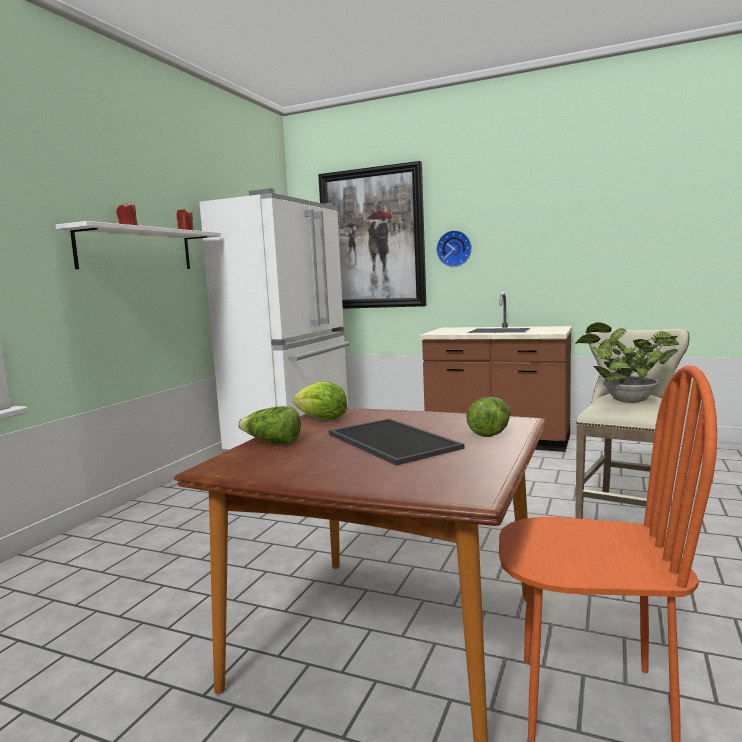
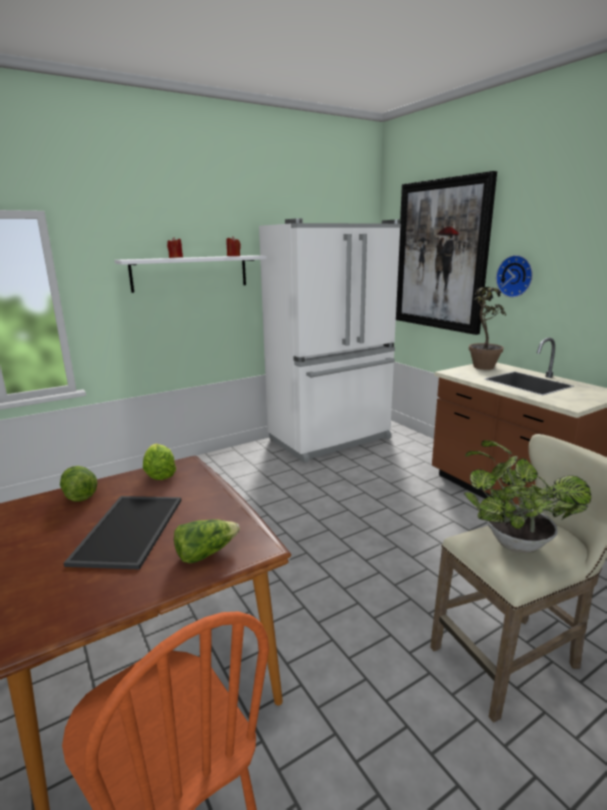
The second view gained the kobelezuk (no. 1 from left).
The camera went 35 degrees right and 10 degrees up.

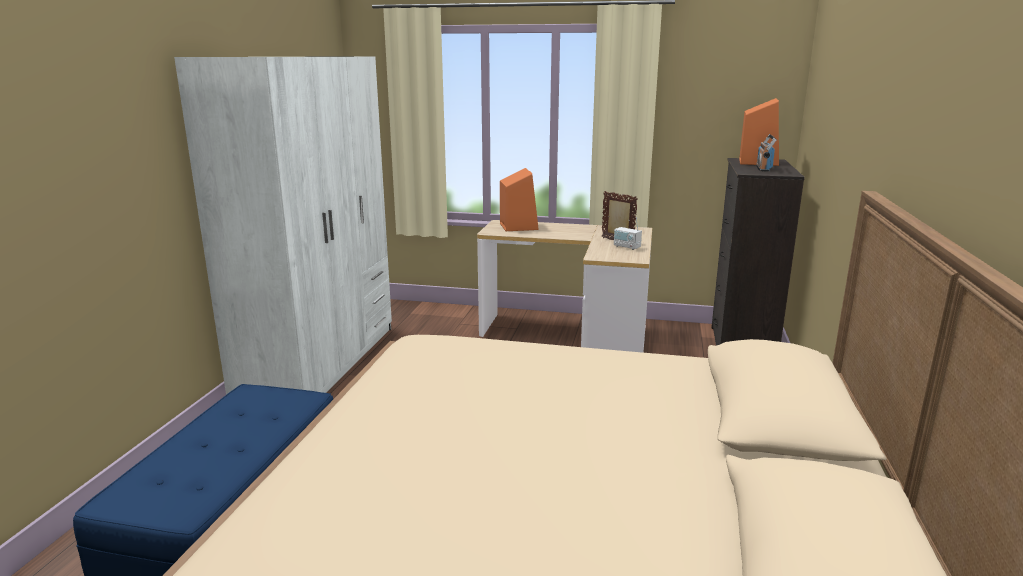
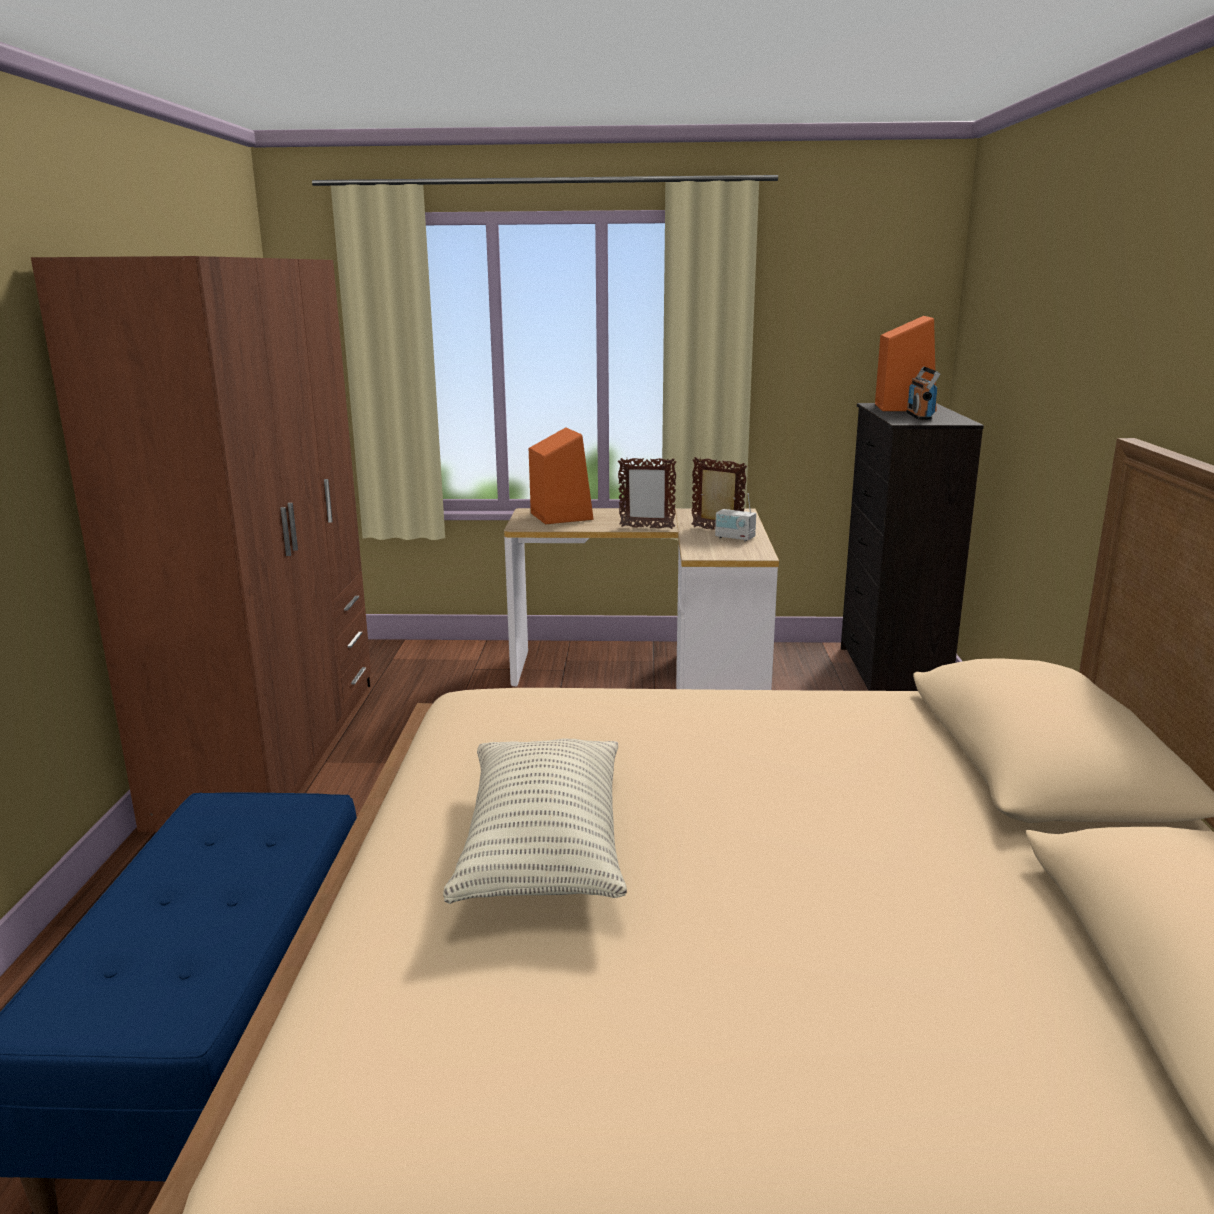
What was the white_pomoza turned into the brown_pomoza.
The second view gained the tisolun.
The second view gained the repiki (no. 1 from left).
The camera went 10 degrees left and 0 degrees up.

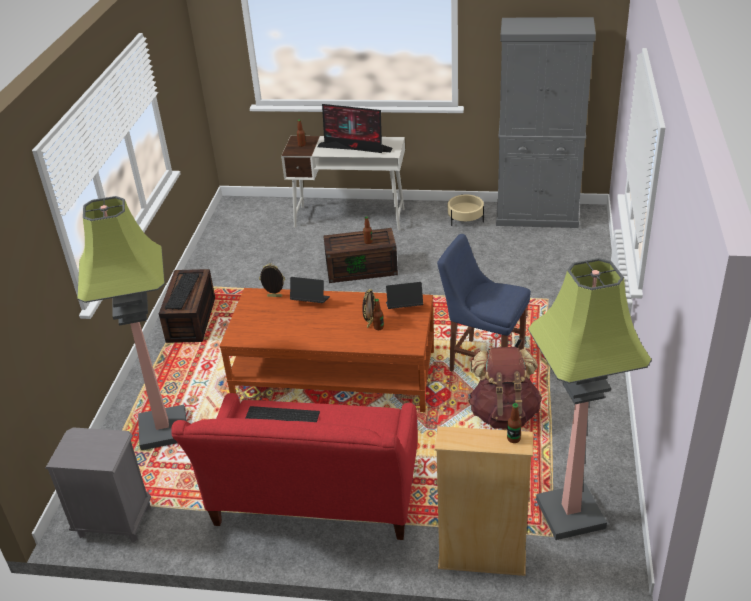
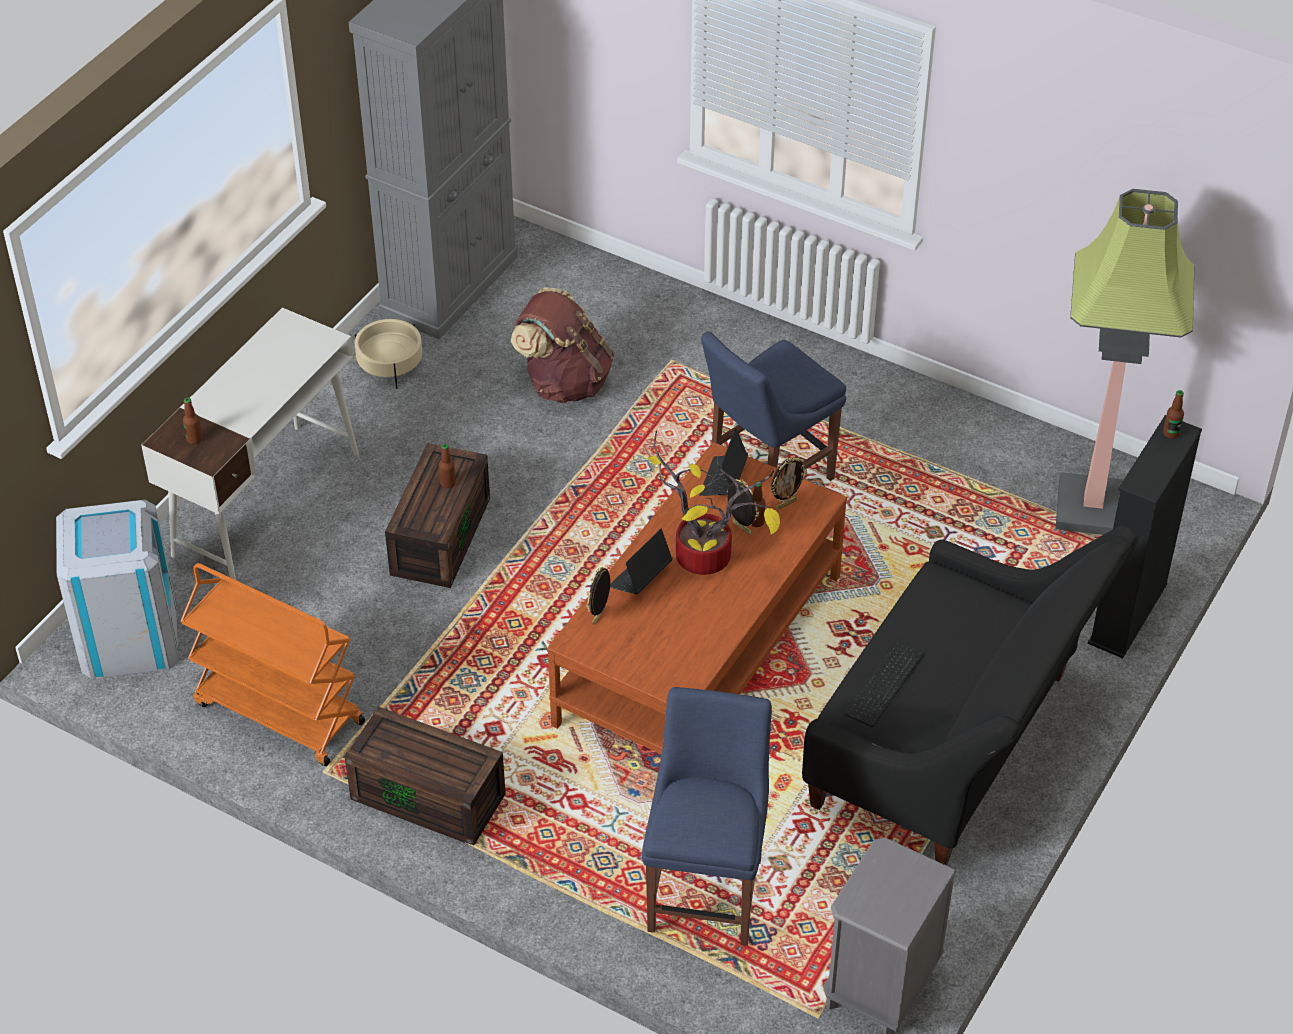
The second view gained the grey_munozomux.
The second view gained the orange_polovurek.
The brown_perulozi ended up elsewhere.
Where the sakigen (no. 1 from left) stood, the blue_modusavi (no. 1 from left) came to stand.
The second view gained the kobelezuk.
The second view gained the repiki (no. 3 from left).
What was the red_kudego turned into the black_kudego.
What was the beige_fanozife turned into the black_fanozife.
The second view lost the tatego (no. 1 from left).
The second view lost the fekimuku.
The camera went 70 degrees left and 10 degrees up.

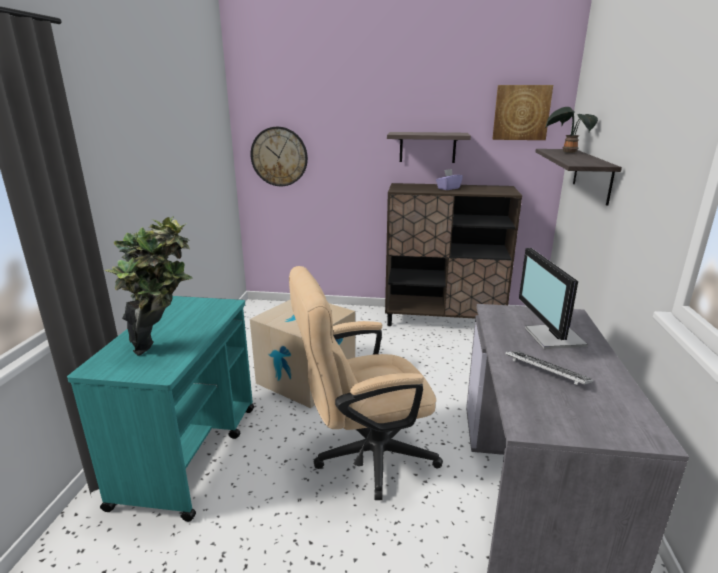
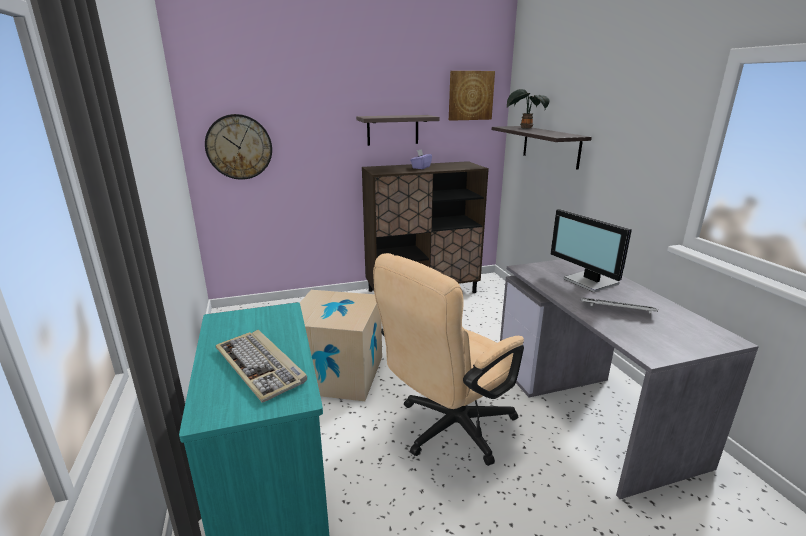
Where the kobelezuk (no. 1 from left) stood, the tatego (no. 1 from left) came to stand.
The camera went 25 degrees left and 0 degrees up.

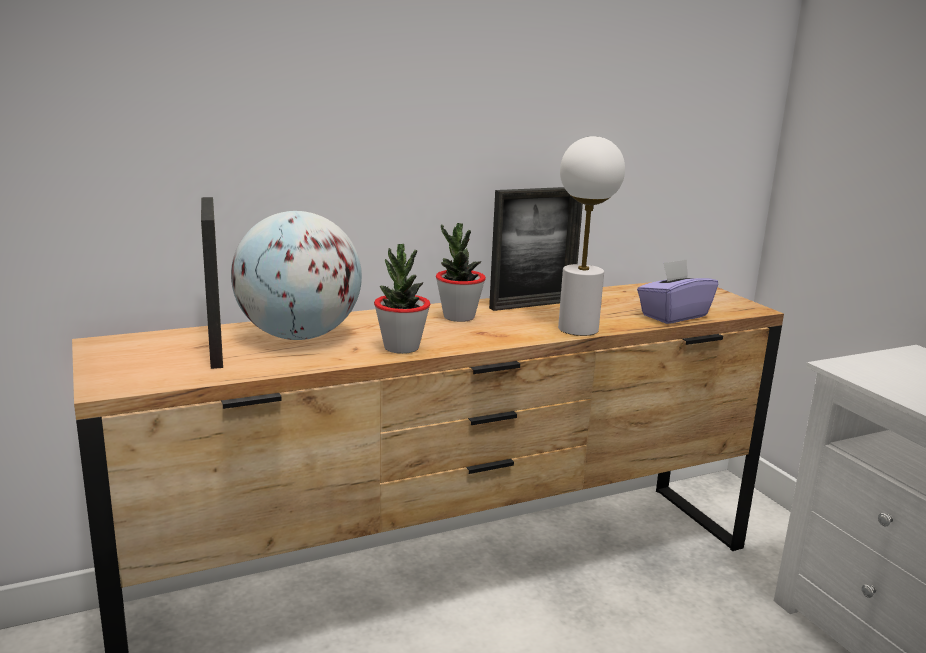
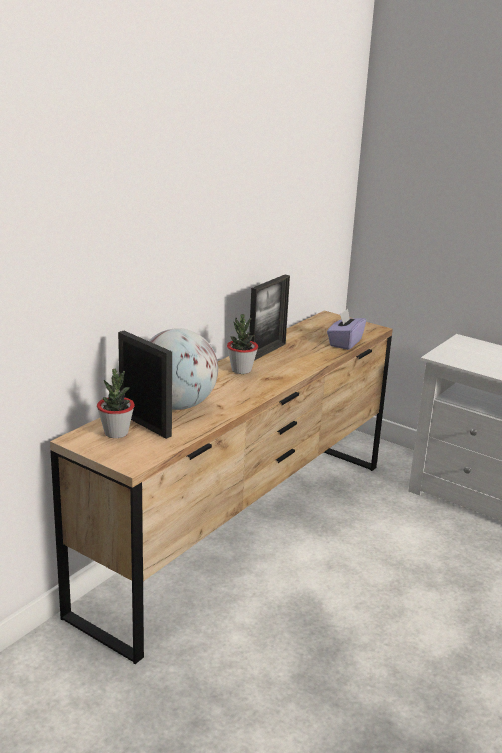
The kobelezuk (no. 1 from left) ended up elsewhere.
The second view lost the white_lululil.
The camera went 30 degrees left and 5 degrees up.

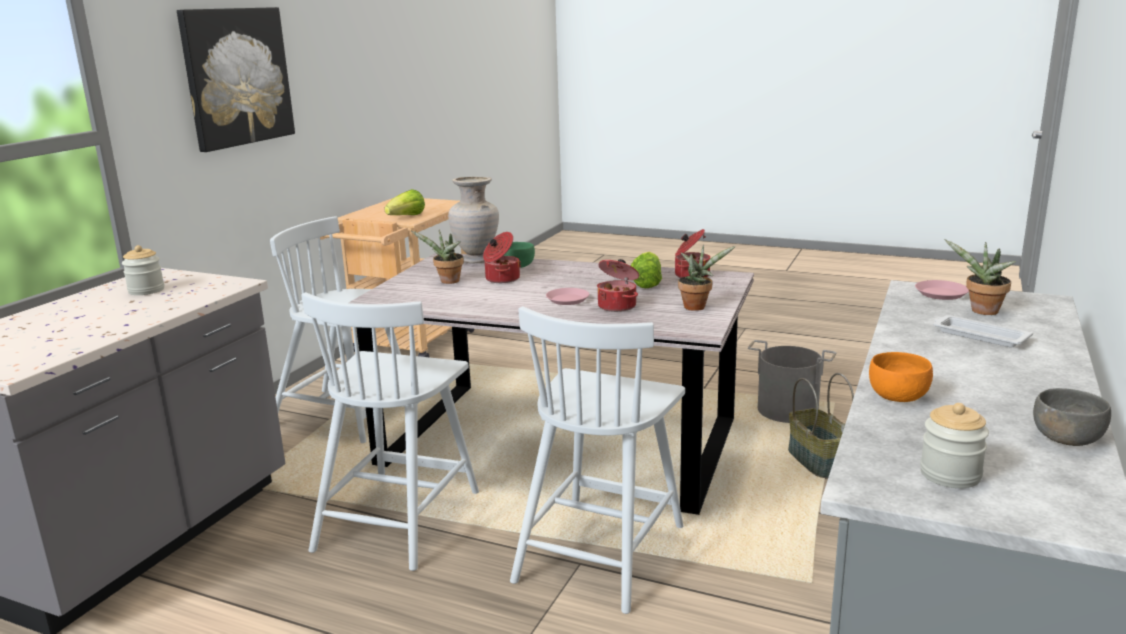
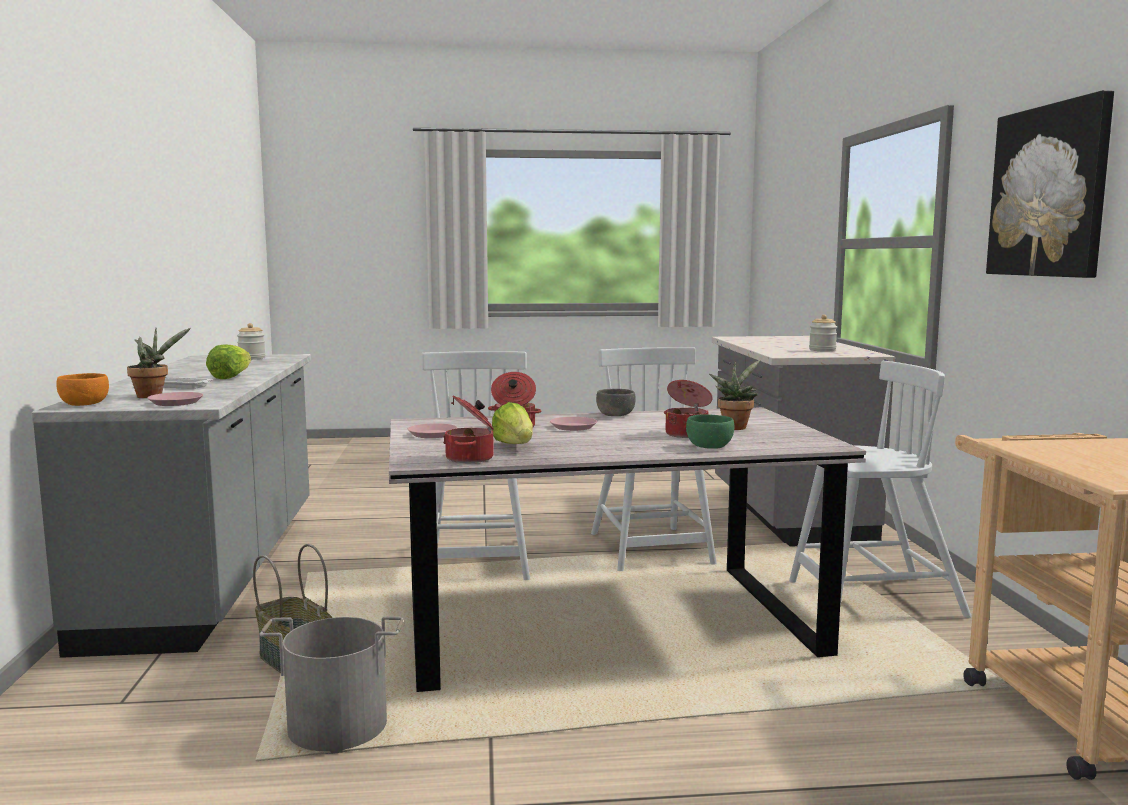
The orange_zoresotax ended up elsewhere.
The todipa (no. 1 from left) ended up elsewhere.
Where the kobelezuk (no. 2 from left) stood, the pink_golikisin (no. 2 from left) came to stand.
The grey_zoresotax ended up elsewhere.
The second view lost the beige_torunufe.
The camera went 150 degrees right and 10 degrees down.

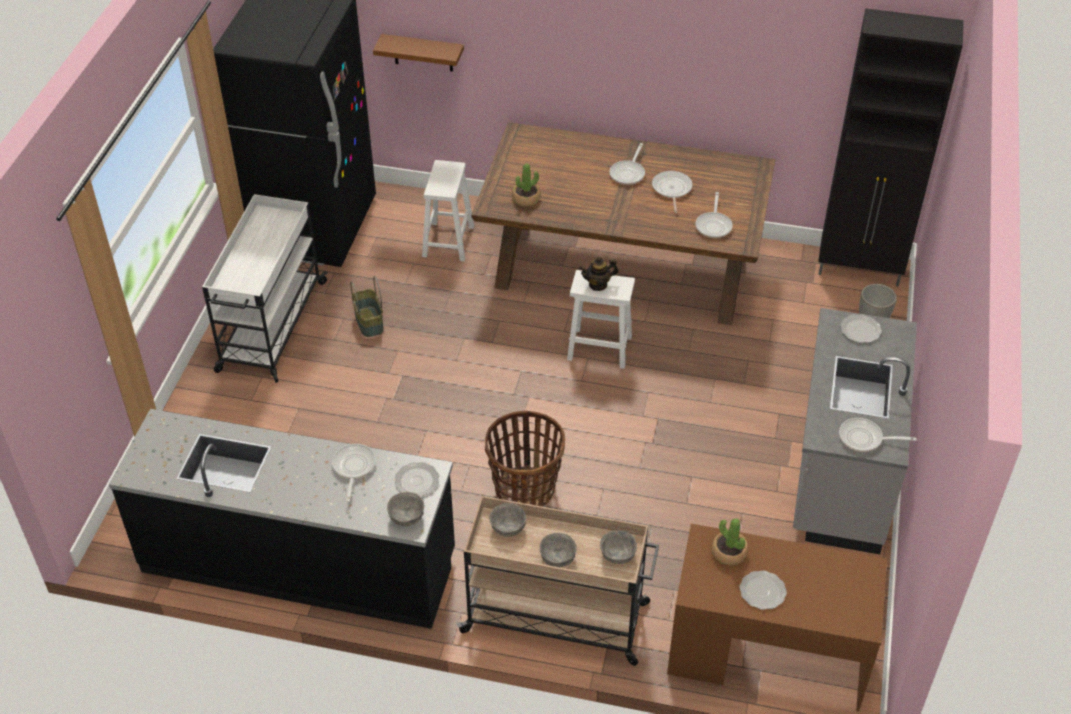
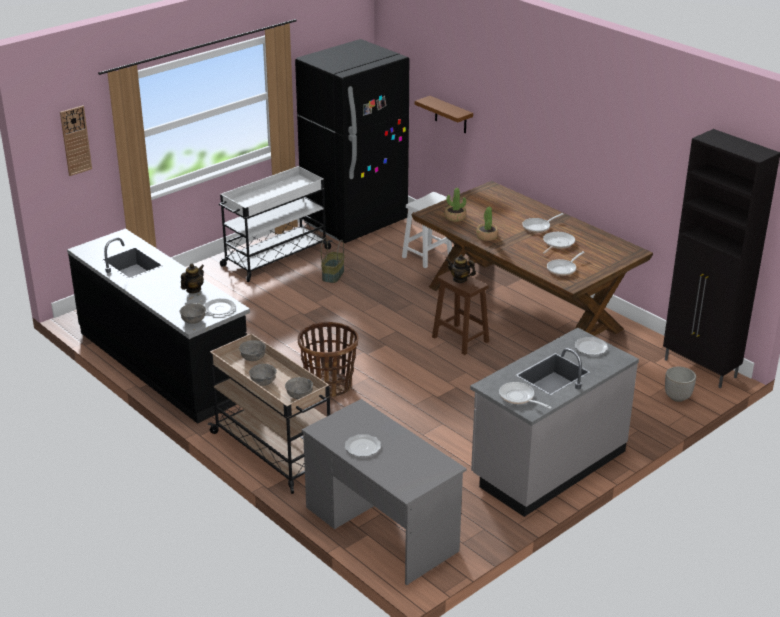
The second view gained the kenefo.
Where the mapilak (no. 1 from left) stood, the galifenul (no. 1 from left) came to stand.
What was the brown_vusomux turned into the grey_vusomux.
What was the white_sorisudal (no. 2 from left) turned into the brown_sorisudal.
The kobelezuk (no. 2 from left) ended up elsewhere.
The camera went 35 degrees right and 15 degrees down.

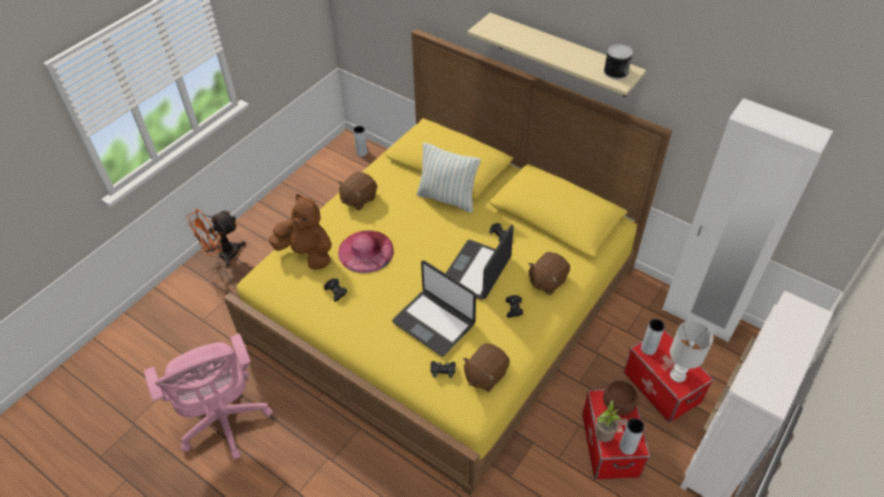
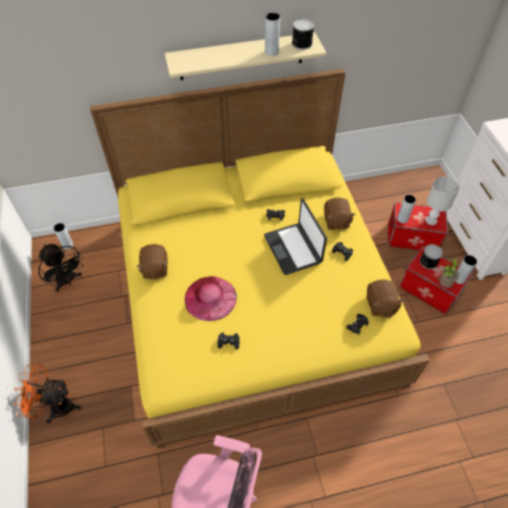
The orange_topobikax ended up facing another way, 90 degrees clockwise from before.
The second view gained the black_topobikax.
The second view gained the grey_torunufe (no. 2 from left).
Where the brown_zoresotax stood, the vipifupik (no. 2 from left) came to stand.
The second view lost the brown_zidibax (no. 1 from left).
The second view lost the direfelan (no. 1 from left).
The second view lost the tisolun.
The second view lost the white_pomoza.
The camera went 50 degrees left and 5 degrees up.

